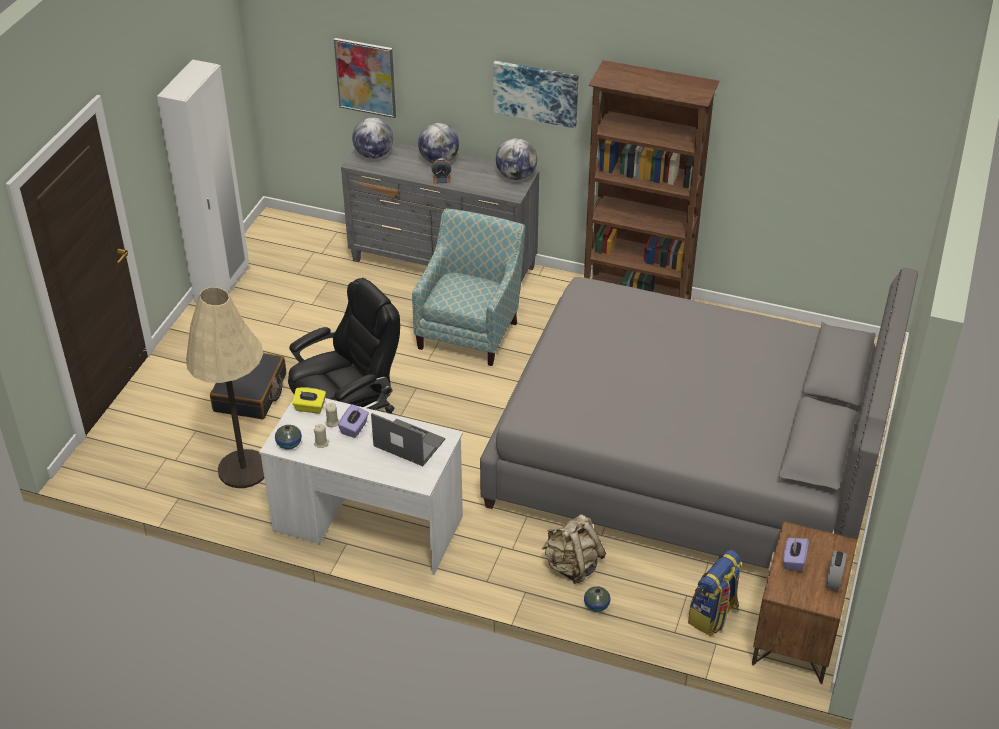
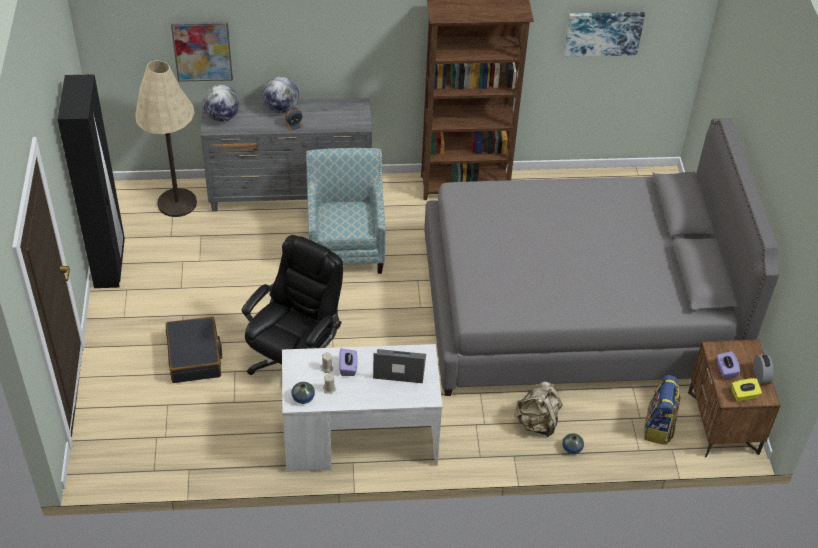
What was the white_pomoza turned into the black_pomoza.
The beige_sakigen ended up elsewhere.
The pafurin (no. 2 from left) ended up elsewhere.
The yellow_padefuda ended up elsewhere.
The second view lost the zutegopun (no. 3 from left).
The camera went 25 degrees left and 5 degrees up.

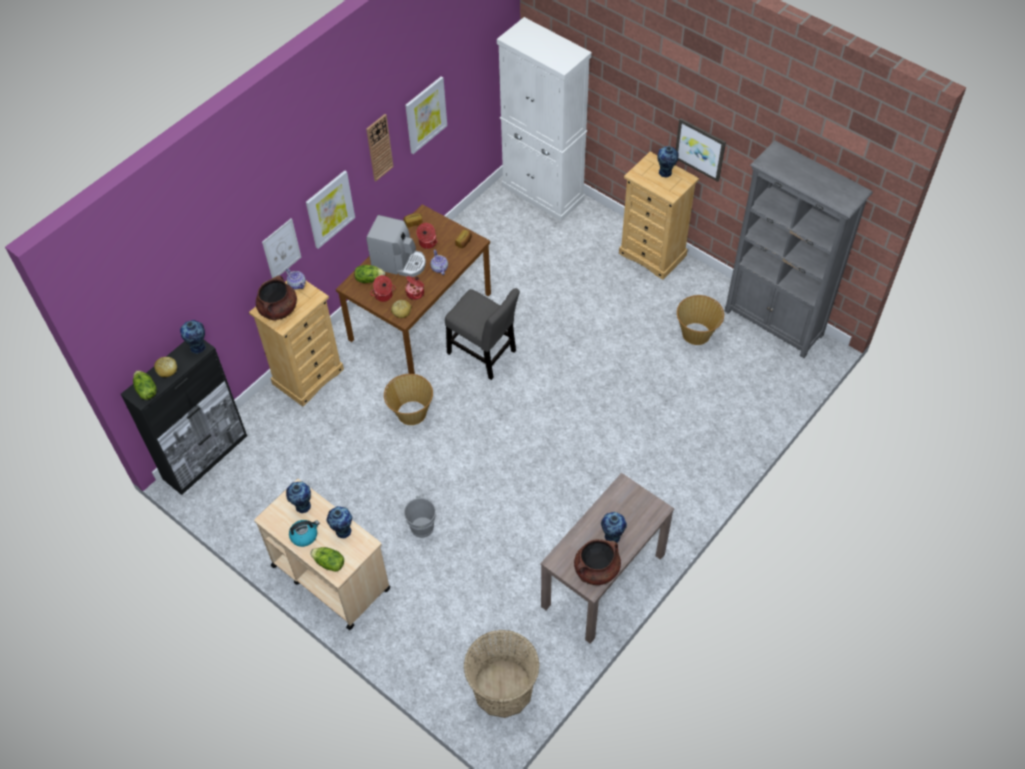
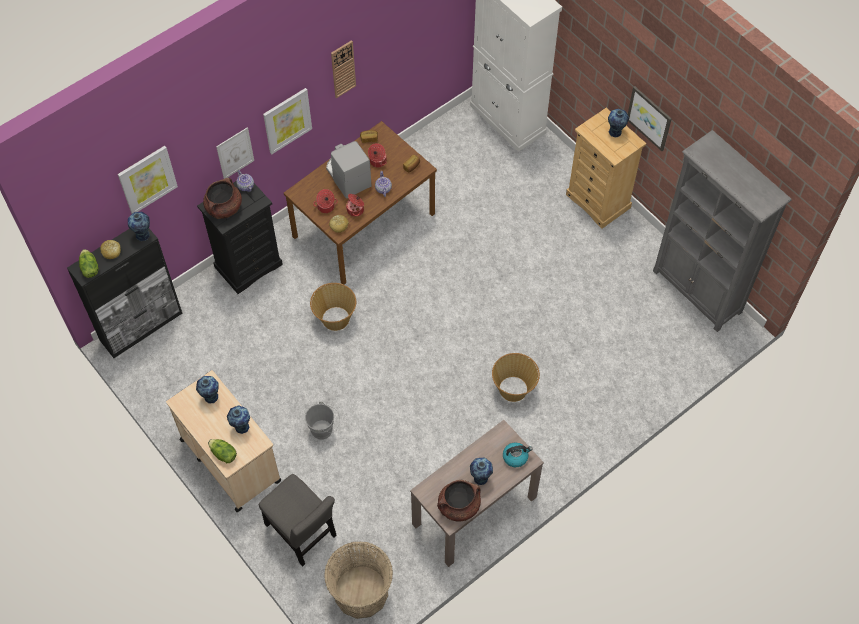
The pafurin (no. 3 from left in the first image) ended up elsewhere.
What was the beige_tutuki (no. 1 from left) turned into the black_tutuki.
The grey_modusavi ended up elsewhere.
The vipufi ended up facing another way, 150 degrees counterclockwise from before.
The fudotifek (no. 3 from left) ended up elsewhere.
The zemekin ended up elsewhere.
The second view lost the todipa (no. 3 from left).
The camera went 10 degrees right and 5 degrees up.

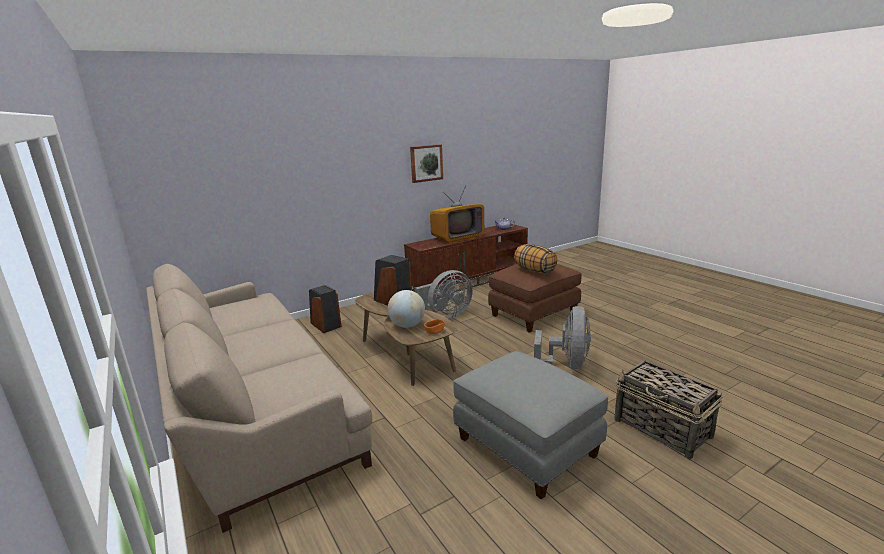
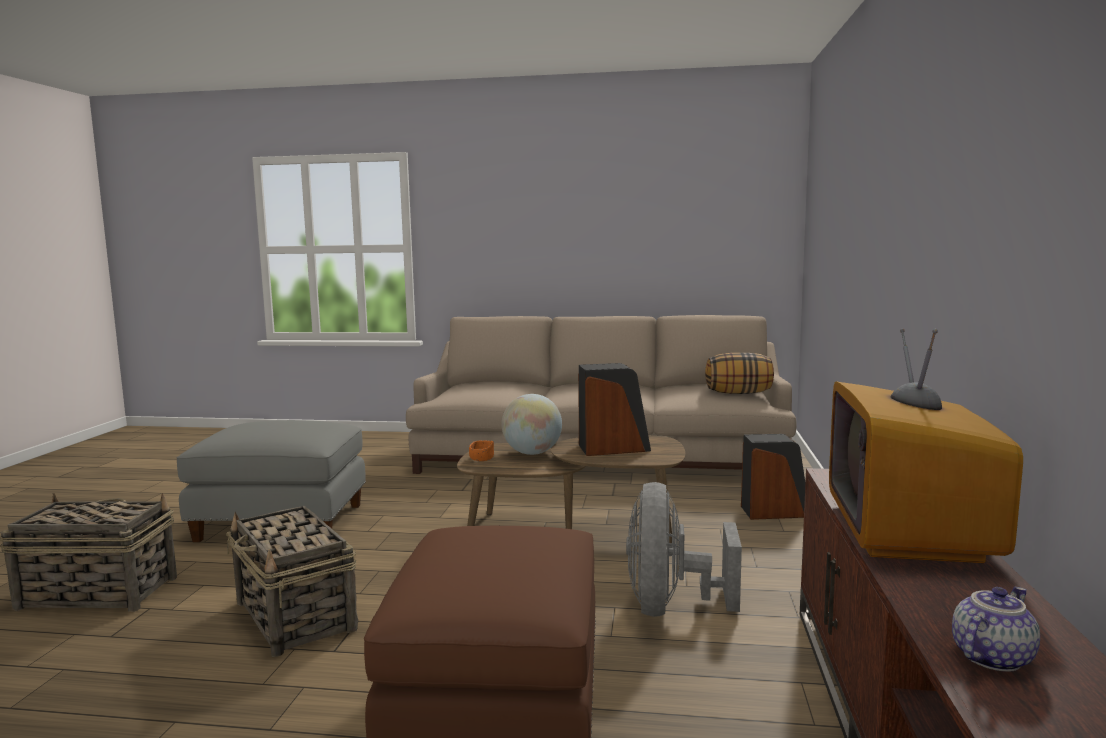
Where the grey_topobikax (no. 2 from left) stood, the fudotifek (no. 2 from left) came to stand.
The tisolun ended up elsewhere.
The second view lost the pafurin.
The camera went 130 degrees right and 10 degrees down.

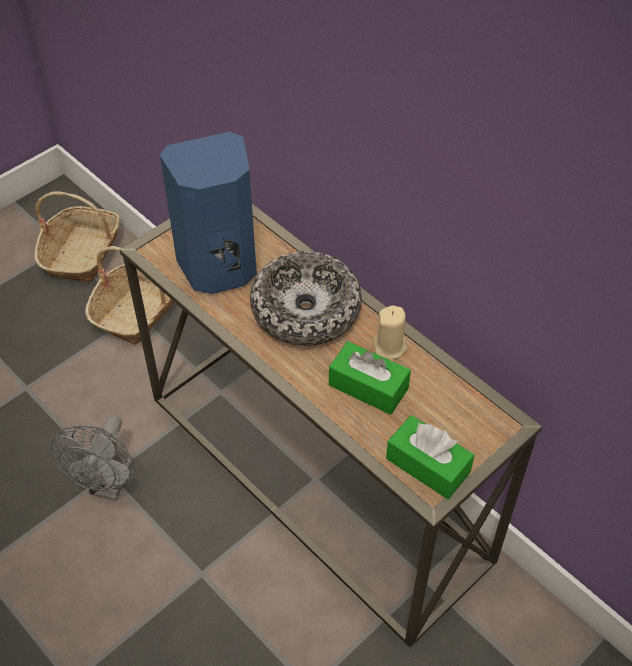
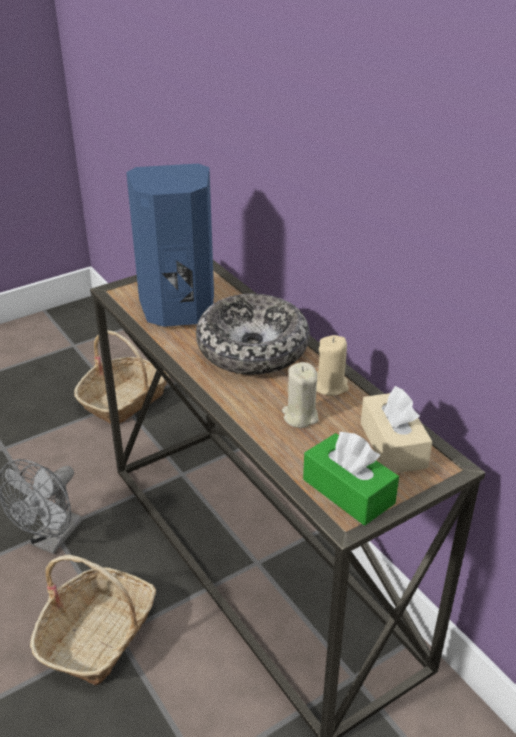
The fudotifek (no. 1 from left) ended up elsewhere.
Where the green_padefuda (no. 1 from left) stood, the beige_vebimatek (no. 1 from left) came to stand.
The second view gained the beige_padefuda.
The camera went 10 degrees right and 15 degrees down.

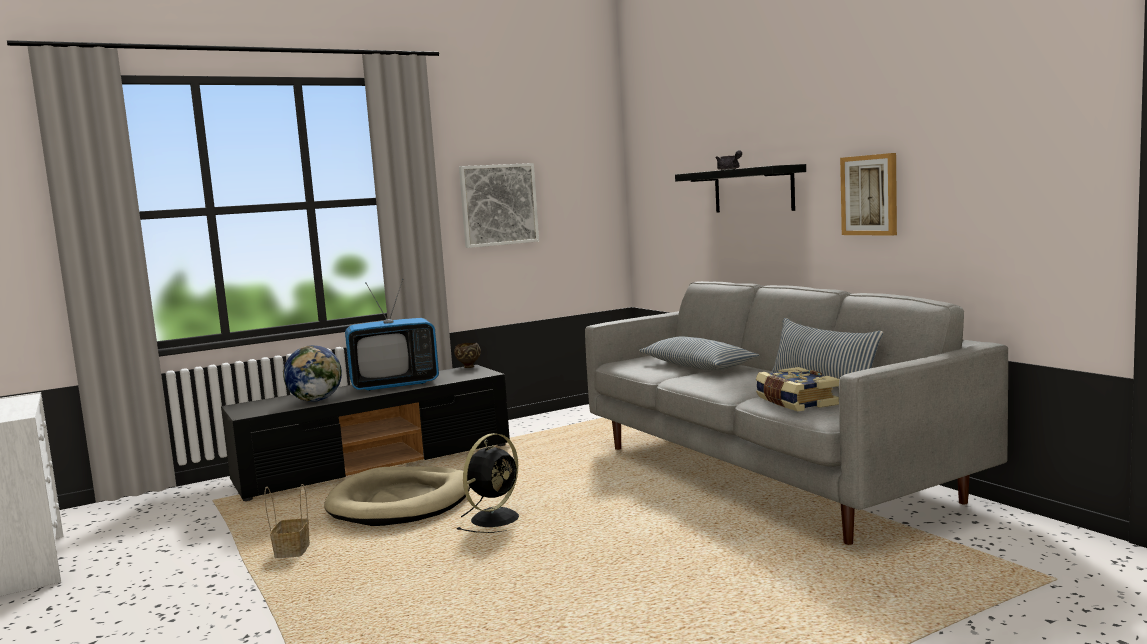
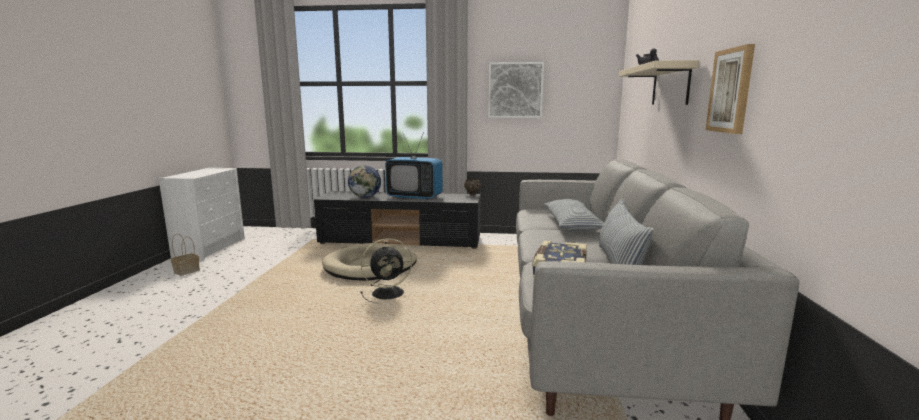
The fudotifek ended up elsewhere.
What was the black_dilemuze turned into the beige_dilemuze.
The camera went 35 degrees right and 5 degrees up.

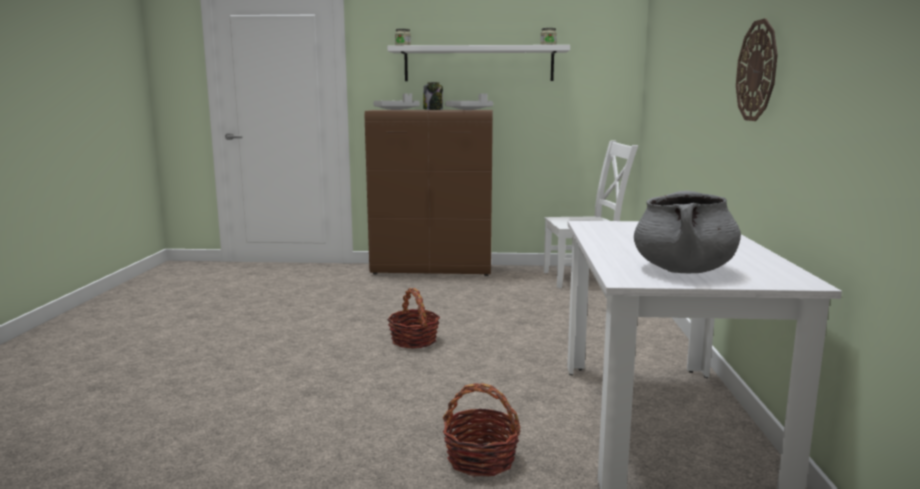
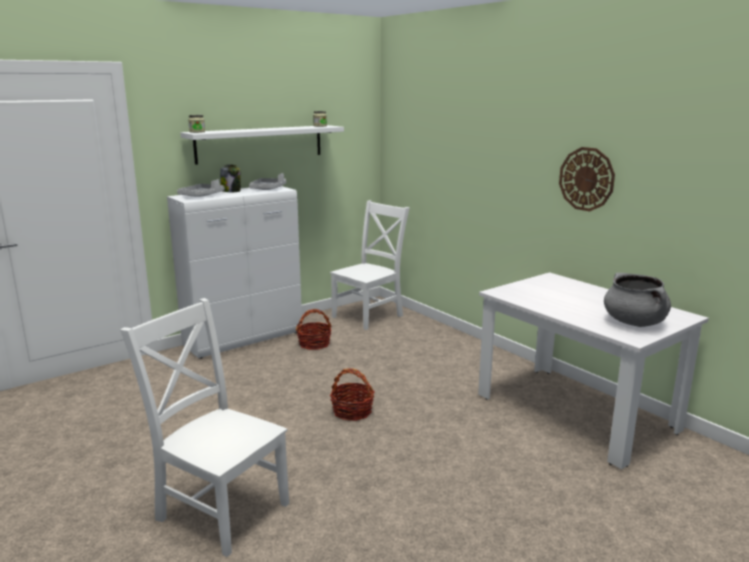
The second view gained the white_modusavi (no. 1 from left).
What was the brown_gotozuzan turned into the white_gotozuzan.
The fudotifek (no. 2 from left in the first image) ended up elsewhere.
The camera went 40 degrees left and 5 degrees up.

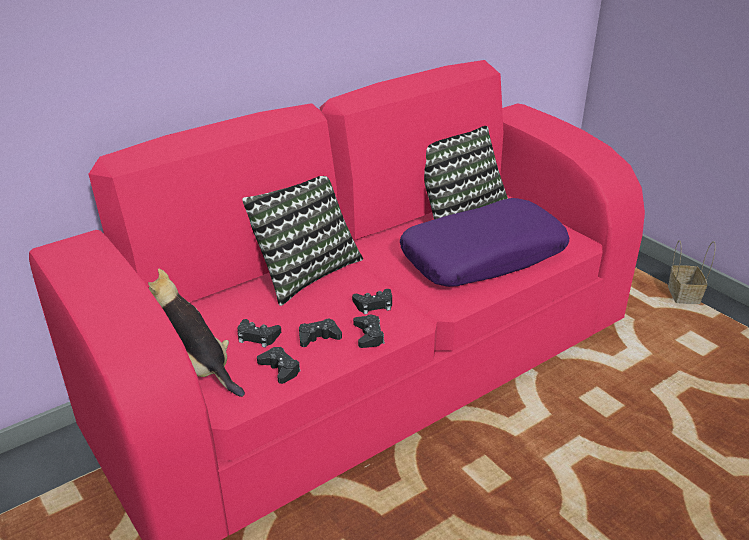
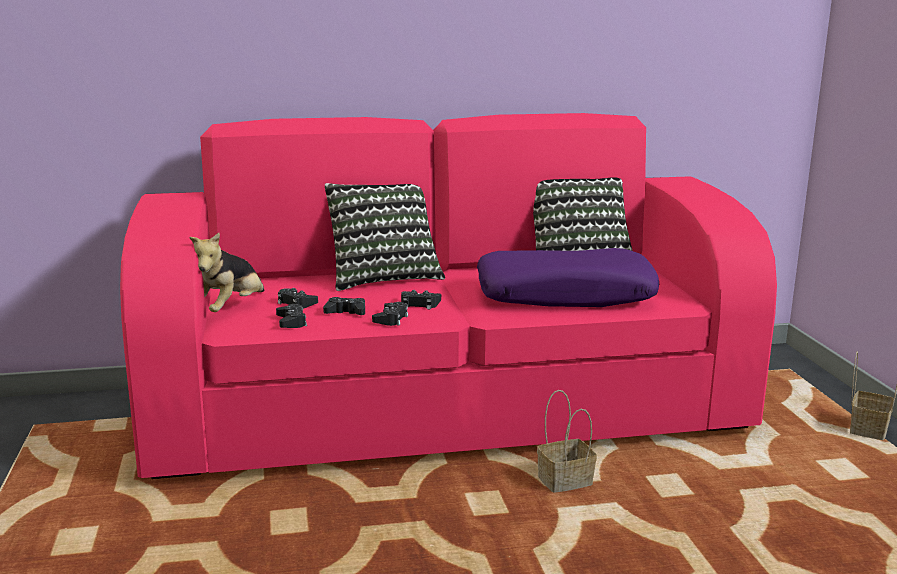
The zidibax ended up facing another way, 135 degrees counterclockwise from before.
The second view gained the fudotifek (no. 1 from left).
The camera went 25 degrees right and 15 degrees down.

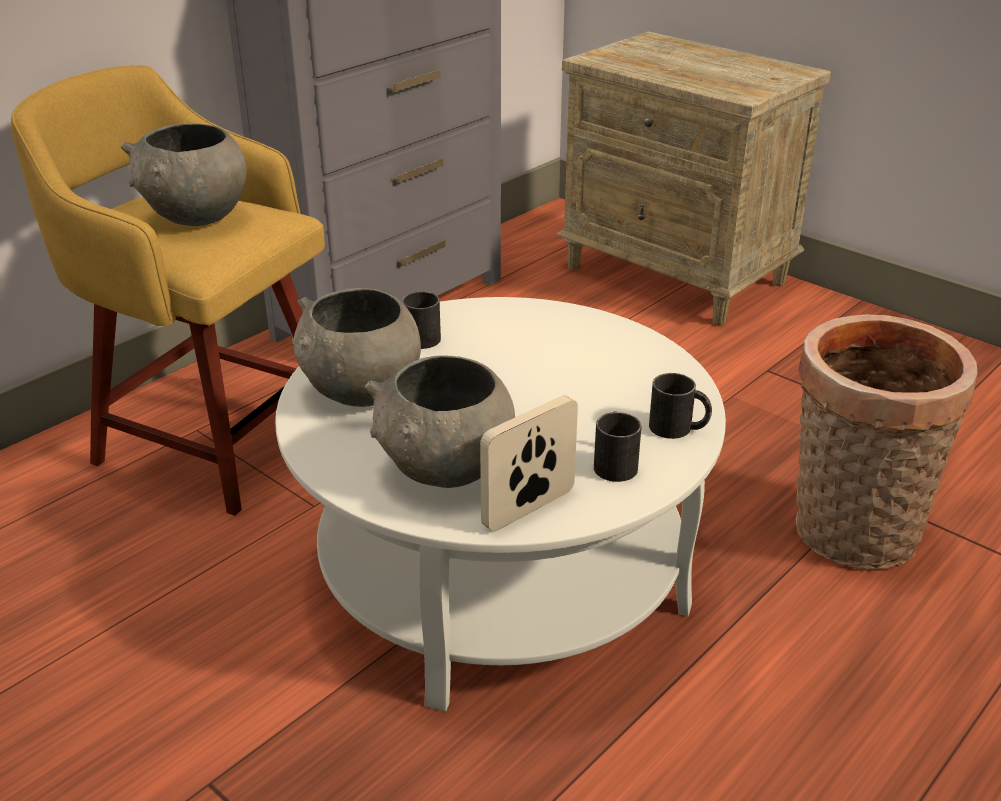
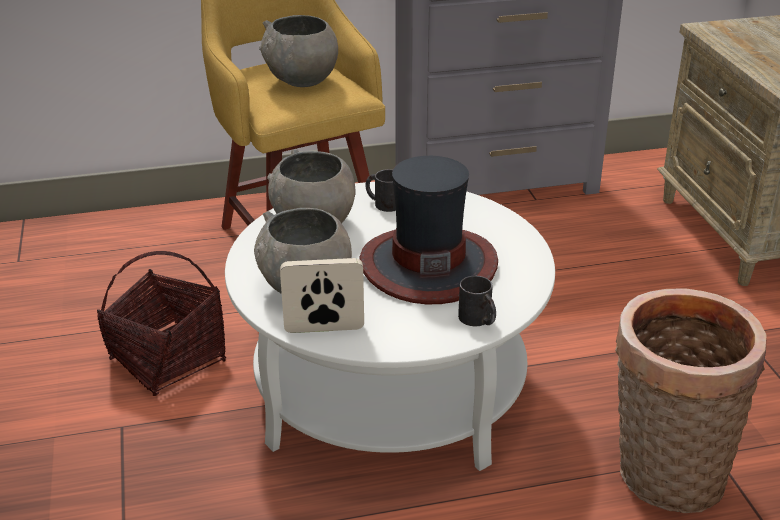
The second view gained the fudotifek (no. 1 from left).
The second view gained the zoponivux.
The second view lost the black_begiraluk (no. 2 from left).
The camera went 35 degrees right and 0 degrees up.

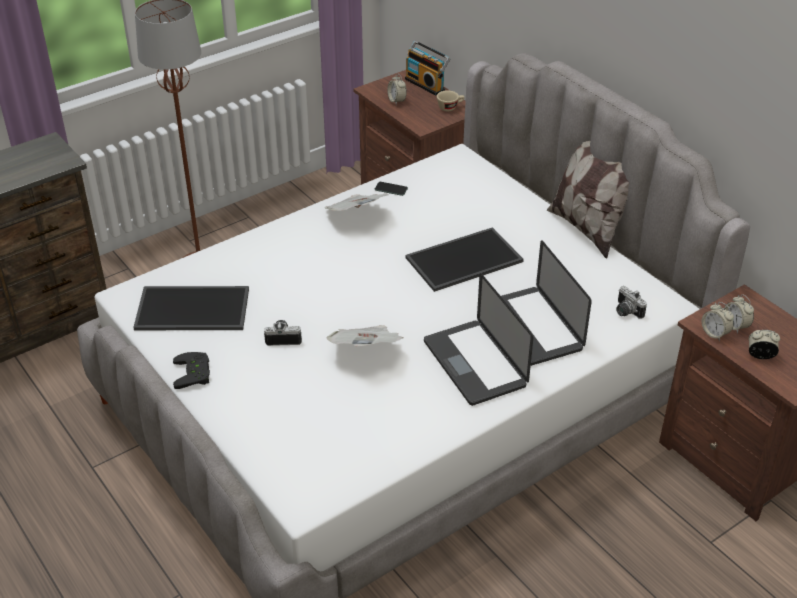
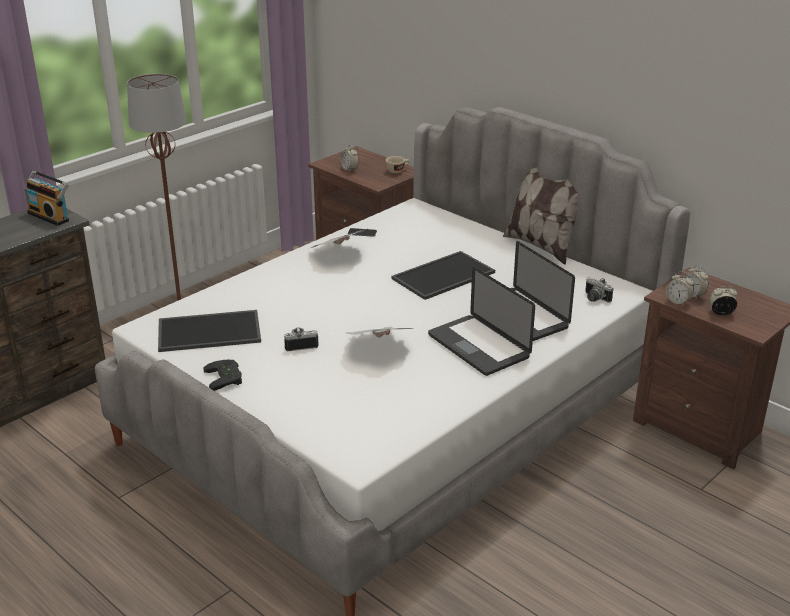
The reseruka ended up elsewhere.
The camera went 10 degrees left and 10 degrees down.

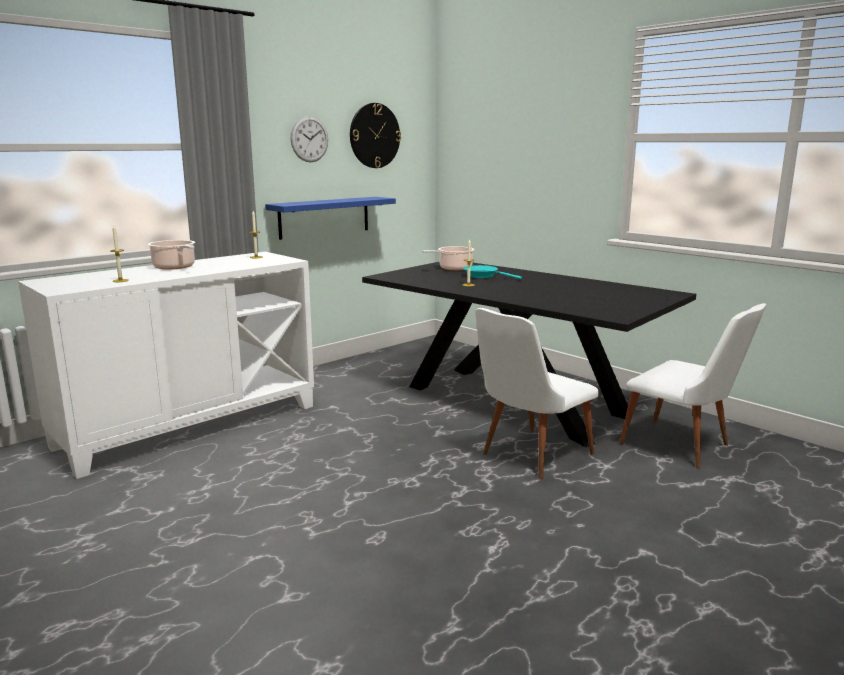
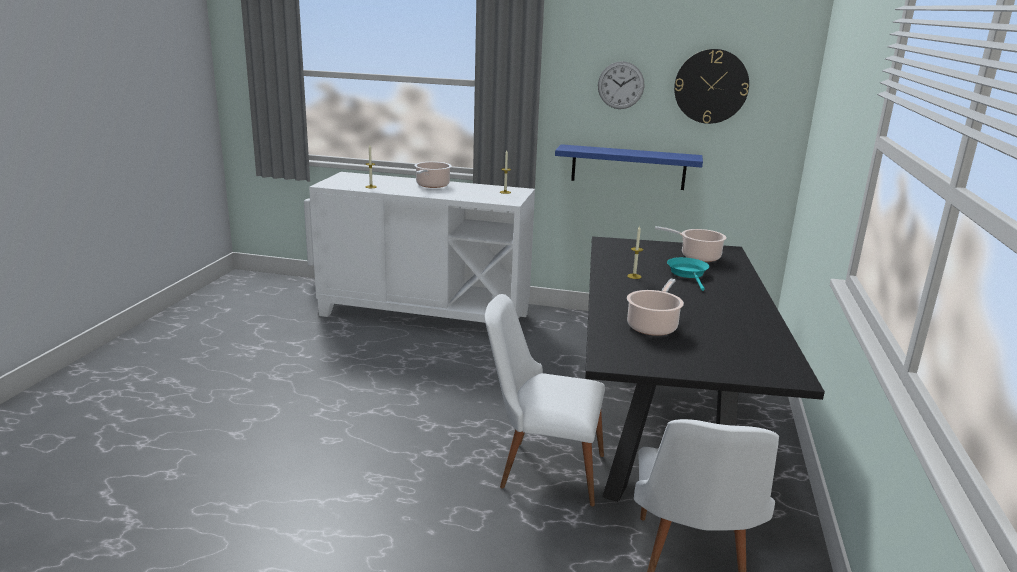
The second view gained the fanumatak (no. 2 from left).
The camera went 55 degrees right and 5 degrees up.

